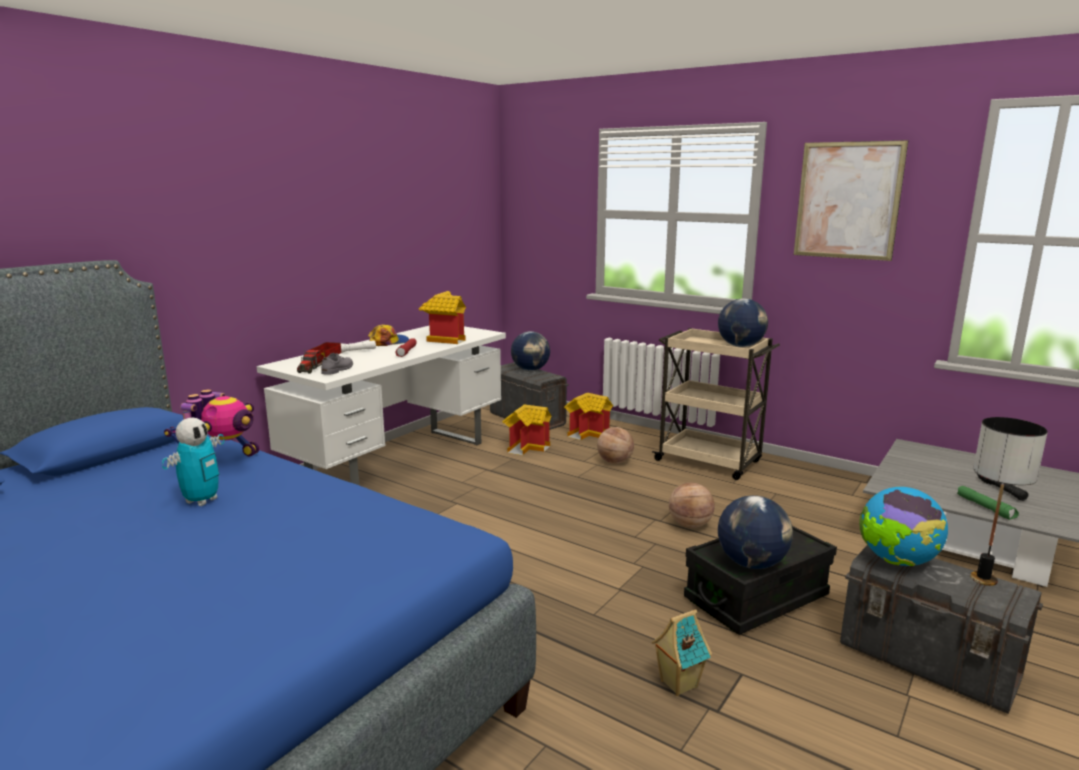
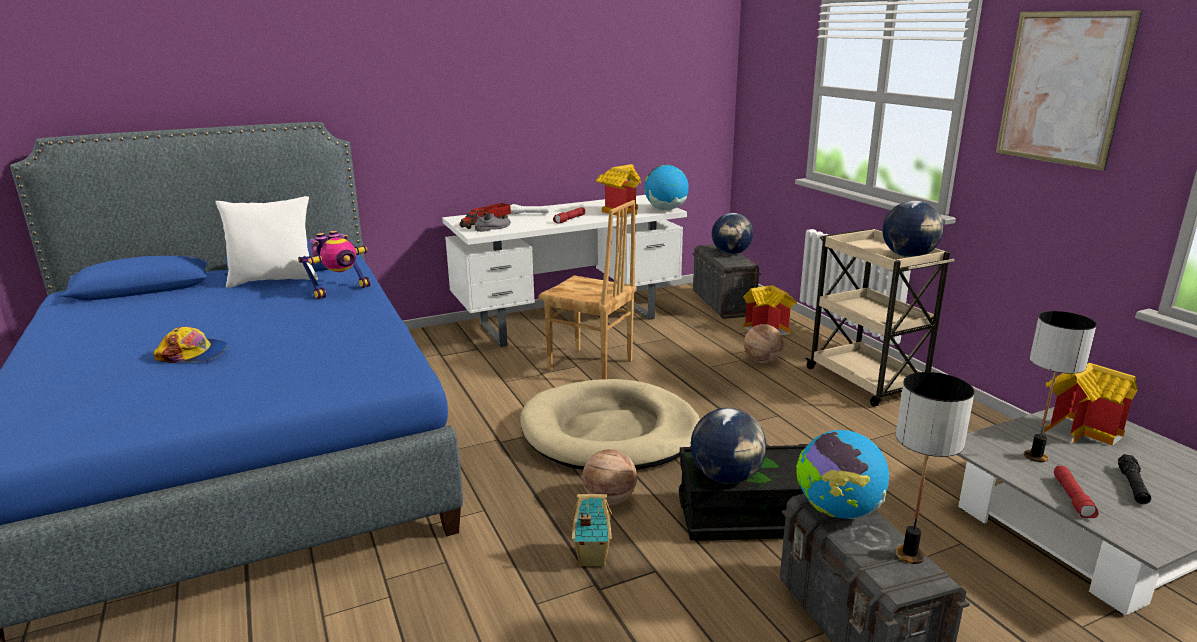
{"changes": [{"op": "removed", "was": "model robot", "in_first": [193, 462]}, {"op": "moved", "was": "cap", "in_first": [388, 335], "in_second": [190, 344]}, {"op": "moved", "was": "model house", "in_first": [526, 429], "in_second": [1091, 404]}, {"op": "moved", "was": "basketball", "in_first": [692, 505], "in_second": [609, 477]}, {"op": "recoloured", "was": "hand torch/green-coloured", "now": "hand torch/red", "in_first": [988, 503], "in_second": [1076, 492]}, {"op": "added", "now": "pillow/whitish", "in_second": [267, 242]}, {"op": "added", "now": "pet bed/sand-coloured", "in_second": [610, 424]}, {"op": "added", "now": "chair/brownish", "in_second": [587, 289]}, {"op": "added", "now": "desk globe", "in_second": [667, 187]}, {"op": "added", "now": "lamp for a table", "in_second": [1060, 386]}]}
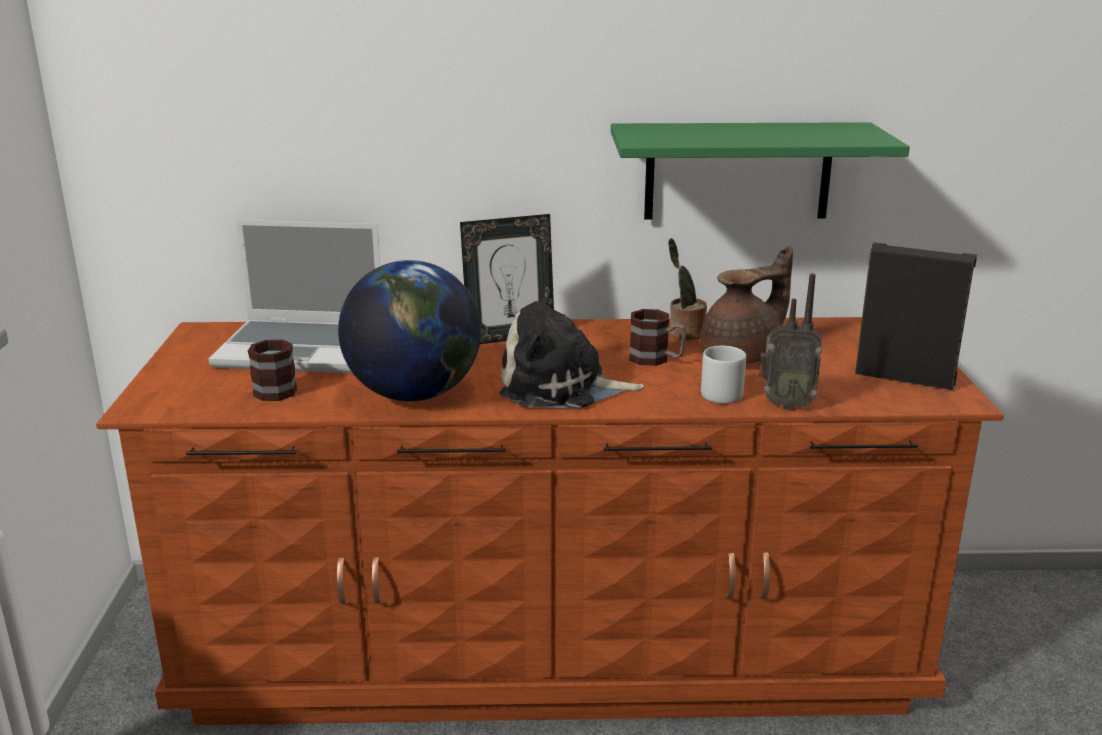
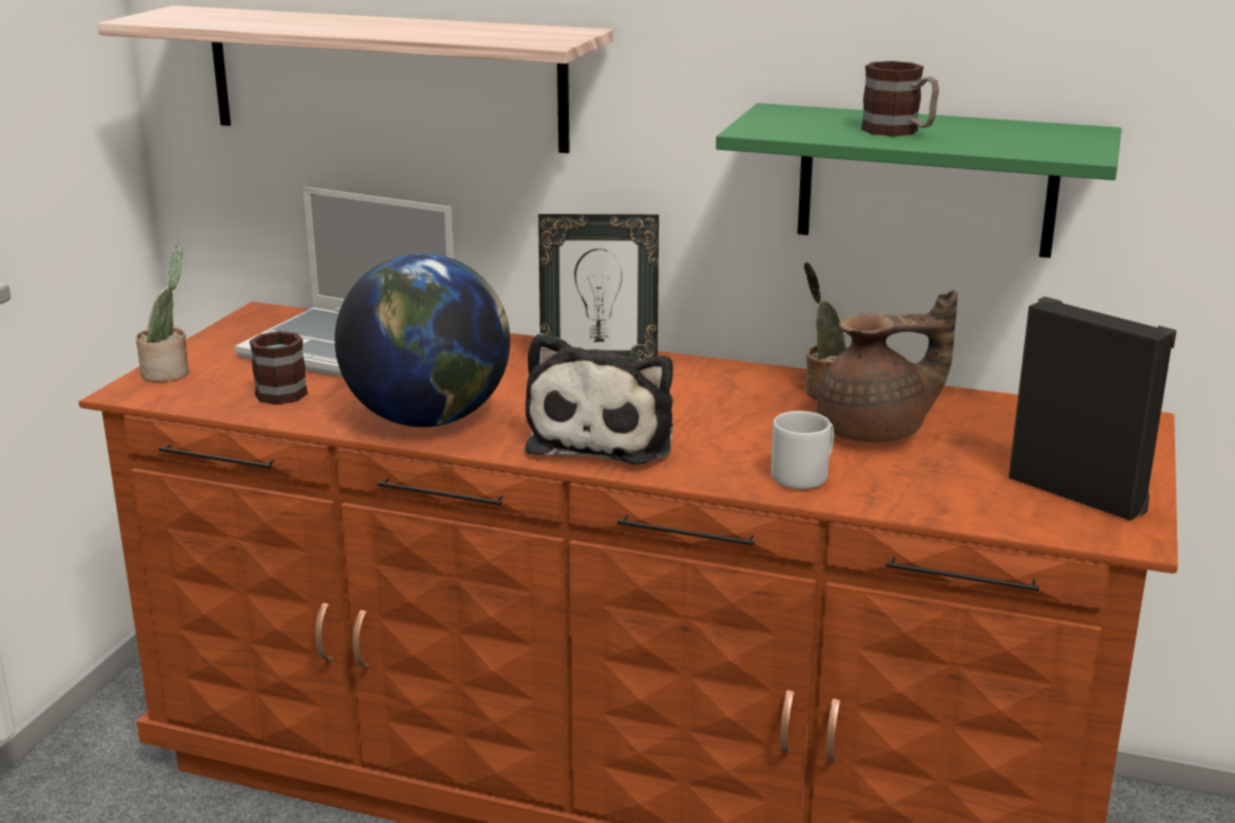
{"changes": [{"op": "turned", "was": "cuddly toy", "in_first": [572, 348], "in_second": [599, 398], "clockwise": -105}, {"op": "moved", "was": "coffee mug", "in_first": [658, 337], "in_second": [900, 98]}, {"op": "removed", "was": "radio set", "in_first": [790, 341]}, {"op": "added", "now": "shelf", "in_second": [355, 79]}, {"op": "added", "now": "plant in a pot", "in_second": [162, 313]}]}
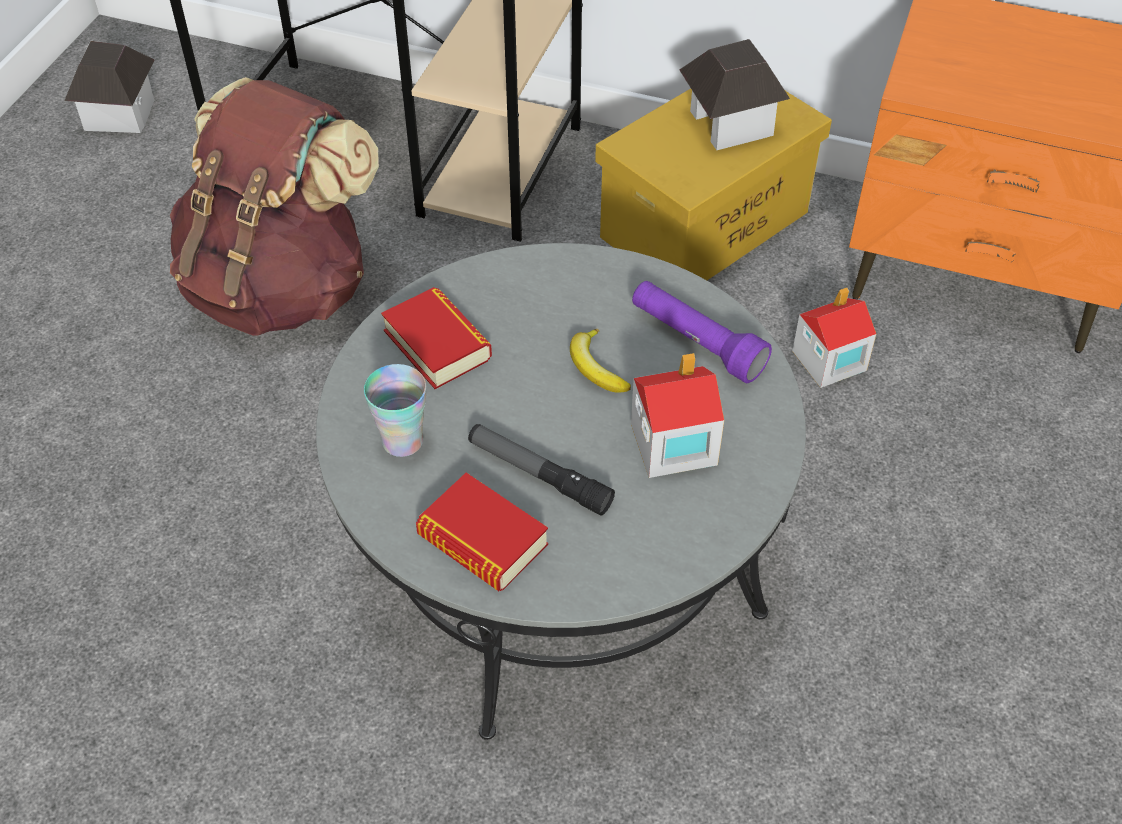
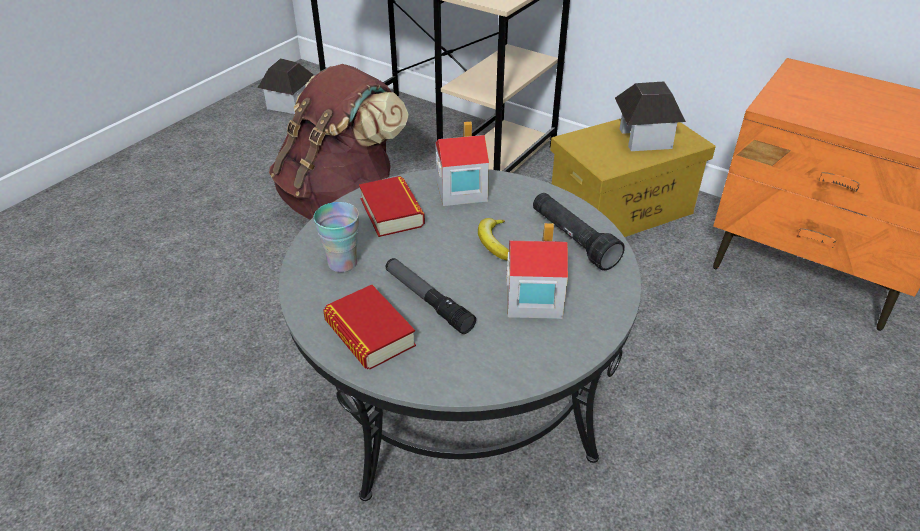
{"changes": [{"op": "recoloured", "was": "hand torch/purple-coloured", "now": "hand torch/blackish", "in_first": [702, 332], "in_second": [579, 232]}, {"op": "moved", "was": "model house", "in_first": [834, 338], "in_second": [462, 164]}]}
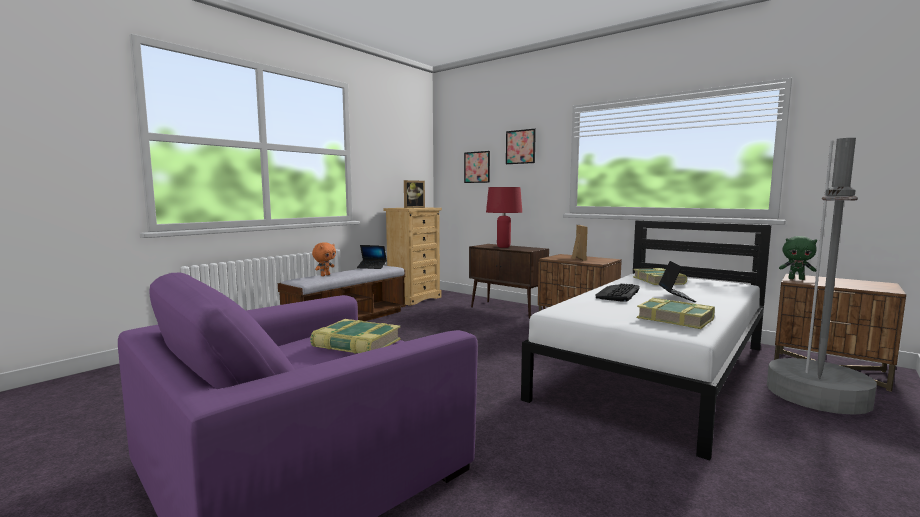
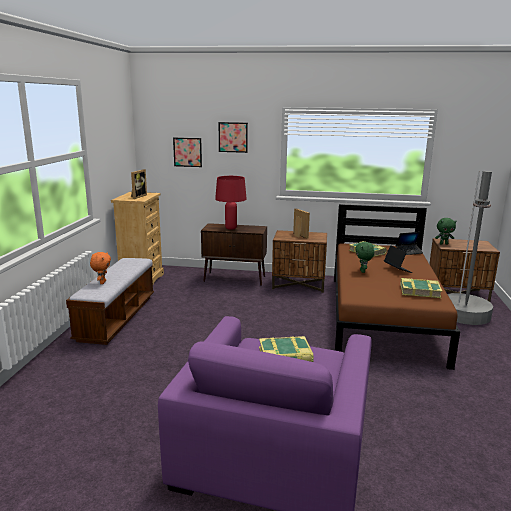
{"changes": [{"op": "moved", "was": "laptop", "in_first": [372, 257], "in_second": [409, 243]}, {"op": "recoloured", "was": "sleeping bed/whitish", "now": "sleeping bed/brownish", "in_first": [646, 340], "in_second": [397, 287]}, {"op": "replaced", "was": "PC keyboard", "now": "cuddly toy/green-coloured", "in_first": [617, 293], "in_second": [364, 257]}]}
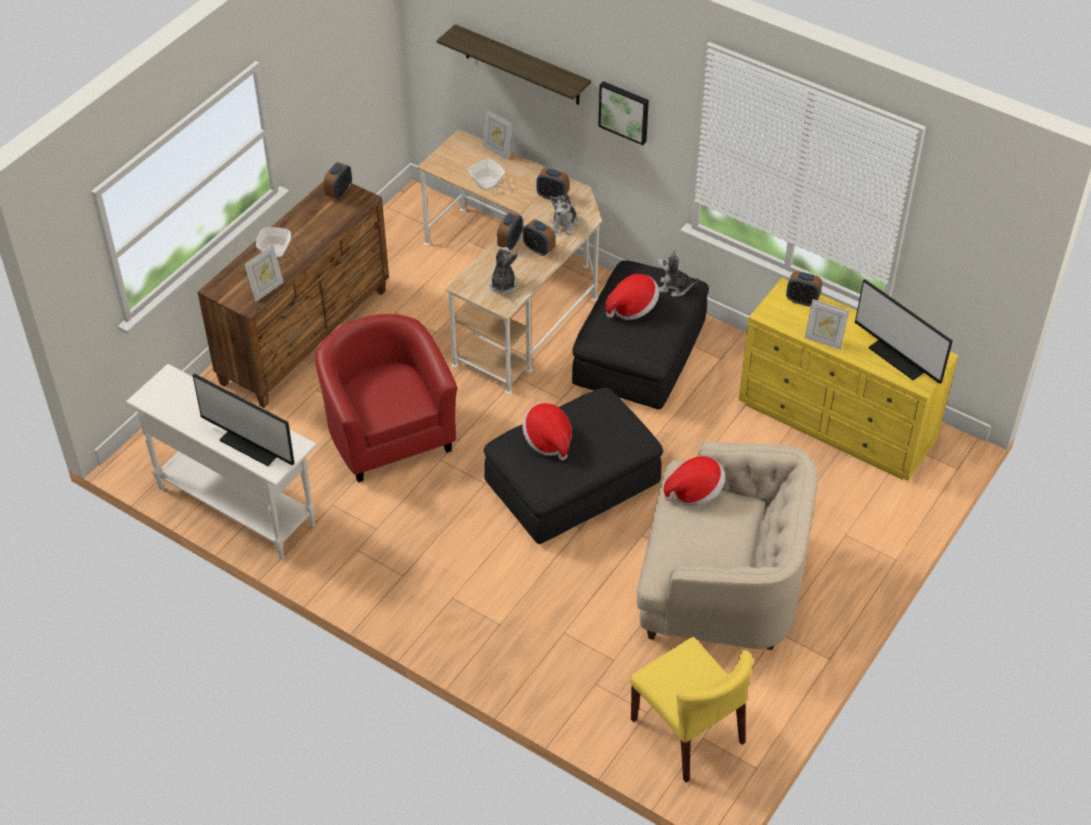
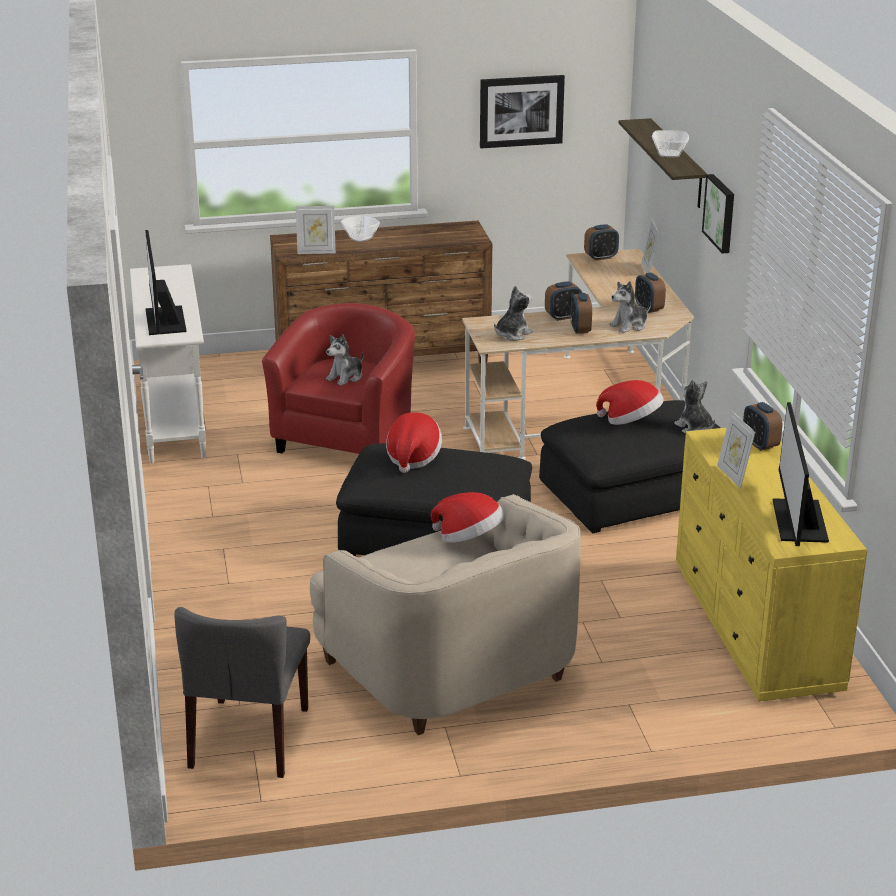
{"changes": [{"op": "moved", "was": "bedside clock", "in_first": [338, 180], "in_second": [601, 242]}, {"op": "moved", "was": "deep dish", "in_first": [486, 174], "in_second": [670, 144]}, {"op": "recoloured", "was": "chair/yellow-coloured", "now": "chair/greyish", "in_first": [691, 709], "in_second": [242, 692]}, {"op": "added", "now": "cuddly toy", "in_second": [345, 360]}, {"op": "added", "now": "wall art", "in_second": [522, 111]}]}
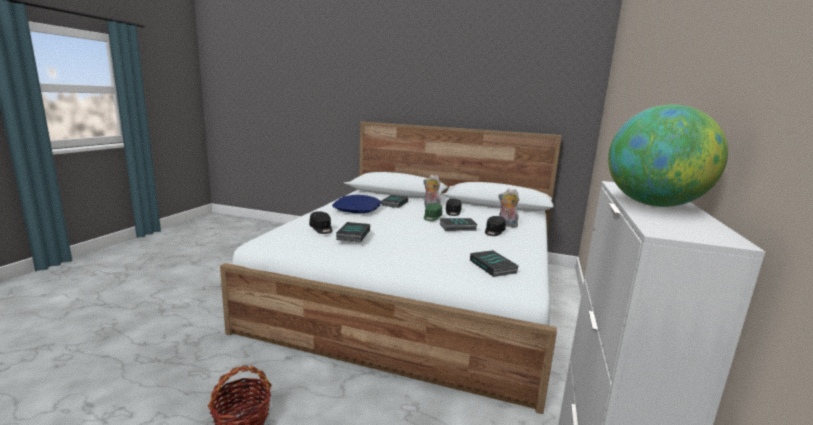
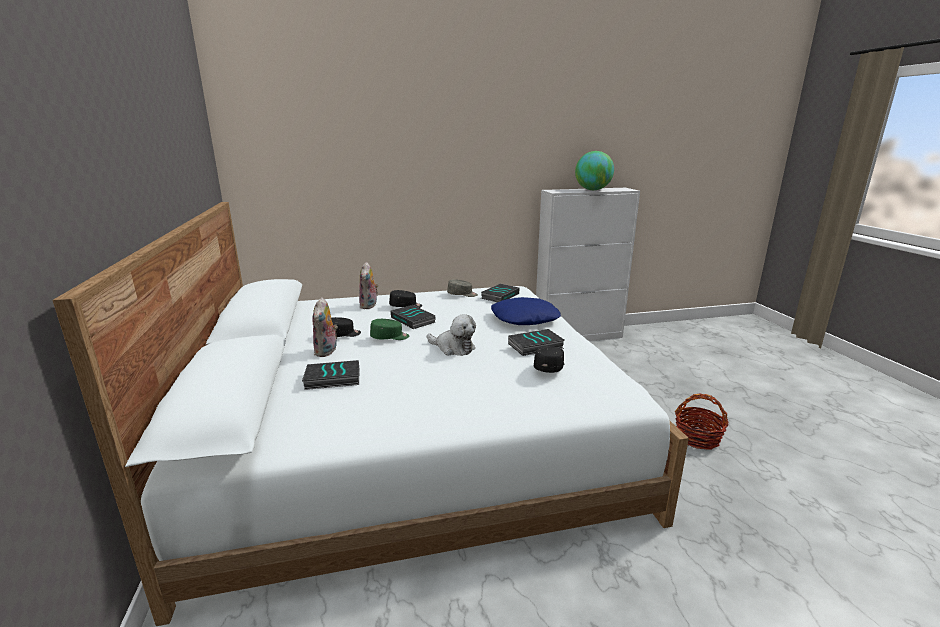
{"changes": [{"op": "moved", "was": "pillow/bluish", "in_first": [357, 204], "in_second": [526, 311]}, {"op": "added", "now": "cuddly toy", "in_second": [451, 335]}, {"op": "added", "now": "cap/greyish", "in_second": [462, 288]}]}
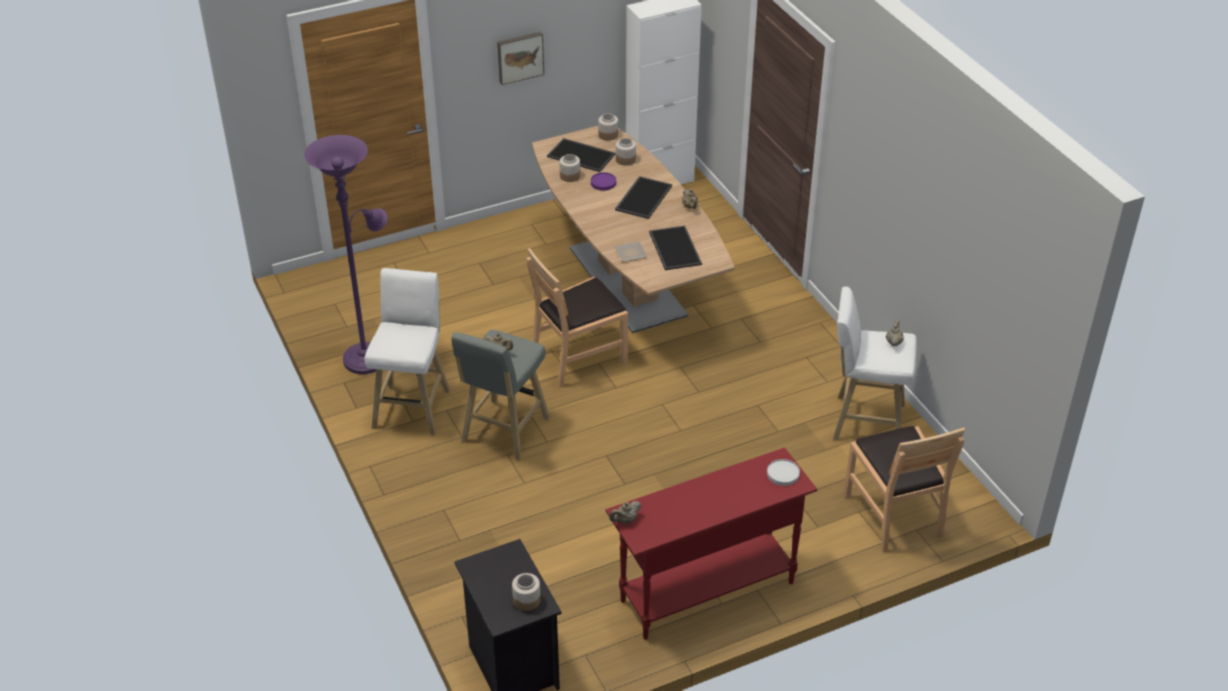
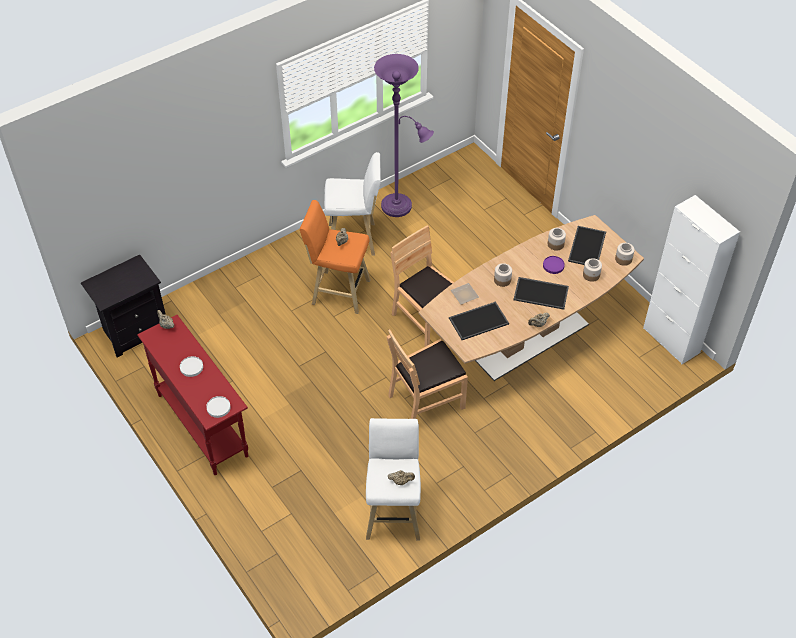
{"changes": [{"op": "recoloured", "was": "stool/greyish", "now": "stool/orangey", "in_first": [501, 395], "in_second": [335, 257]}, {"op": "removed", "was": "wall art", "in_first": [520, 58]}, {"op": "moved", "was": "jar", "in_first": [526, 592], "in_second": [503, 275]}, {"op": "moved", "was": "chair/brownish", "in_first": [904, 489], "in_second": [427, 374]}, {"op": "added", "now": "plate/whitish", "in_second": [191, 366]}]}
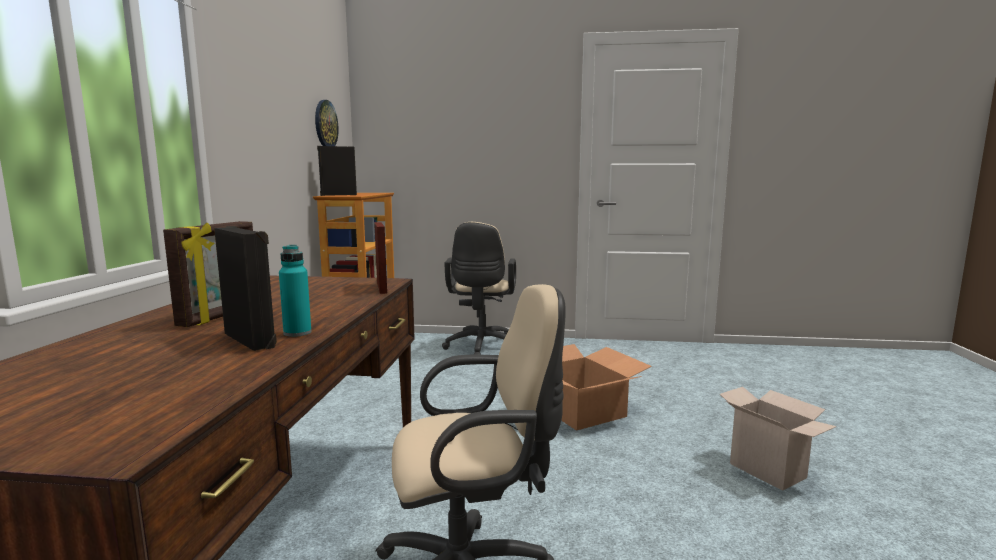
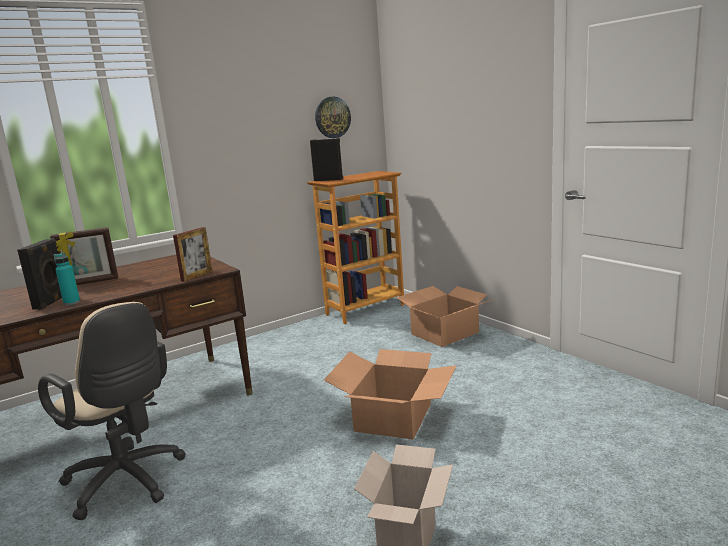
{"changes": [{"op": "replaced", "was": "office chair/sand-coloured", "now": "cardboard box", "in_first": [479, 288], "in_second": [445, 316]}]}
